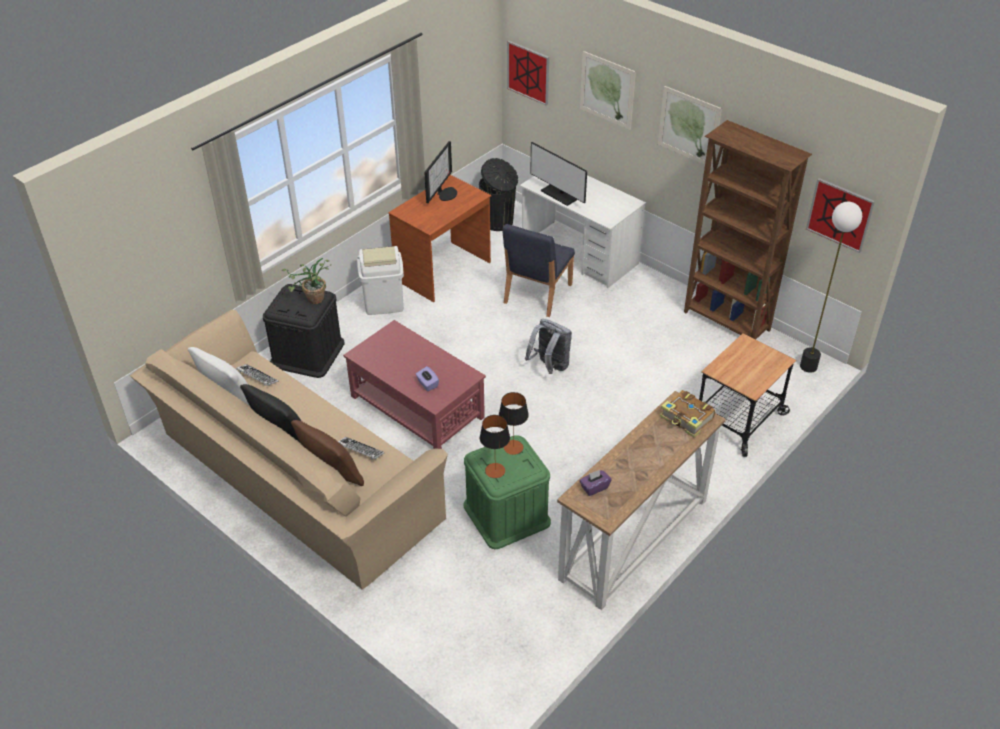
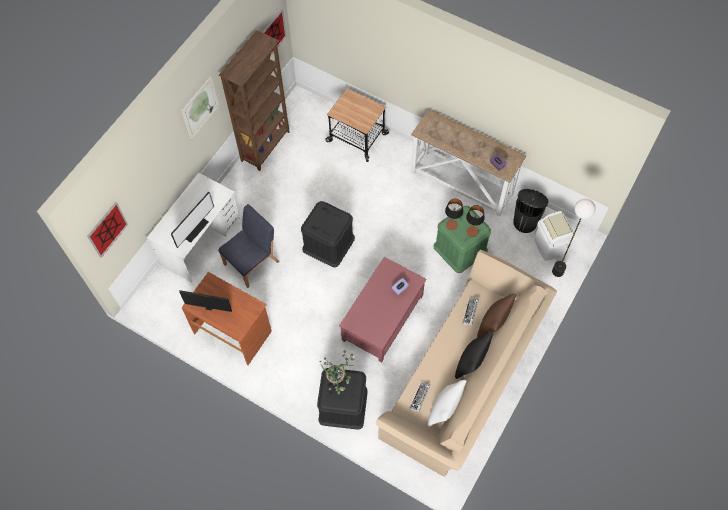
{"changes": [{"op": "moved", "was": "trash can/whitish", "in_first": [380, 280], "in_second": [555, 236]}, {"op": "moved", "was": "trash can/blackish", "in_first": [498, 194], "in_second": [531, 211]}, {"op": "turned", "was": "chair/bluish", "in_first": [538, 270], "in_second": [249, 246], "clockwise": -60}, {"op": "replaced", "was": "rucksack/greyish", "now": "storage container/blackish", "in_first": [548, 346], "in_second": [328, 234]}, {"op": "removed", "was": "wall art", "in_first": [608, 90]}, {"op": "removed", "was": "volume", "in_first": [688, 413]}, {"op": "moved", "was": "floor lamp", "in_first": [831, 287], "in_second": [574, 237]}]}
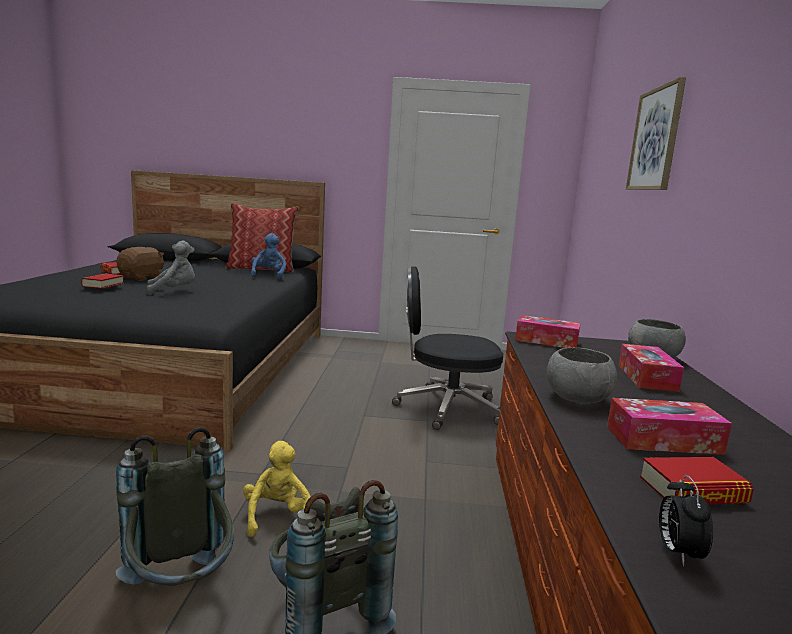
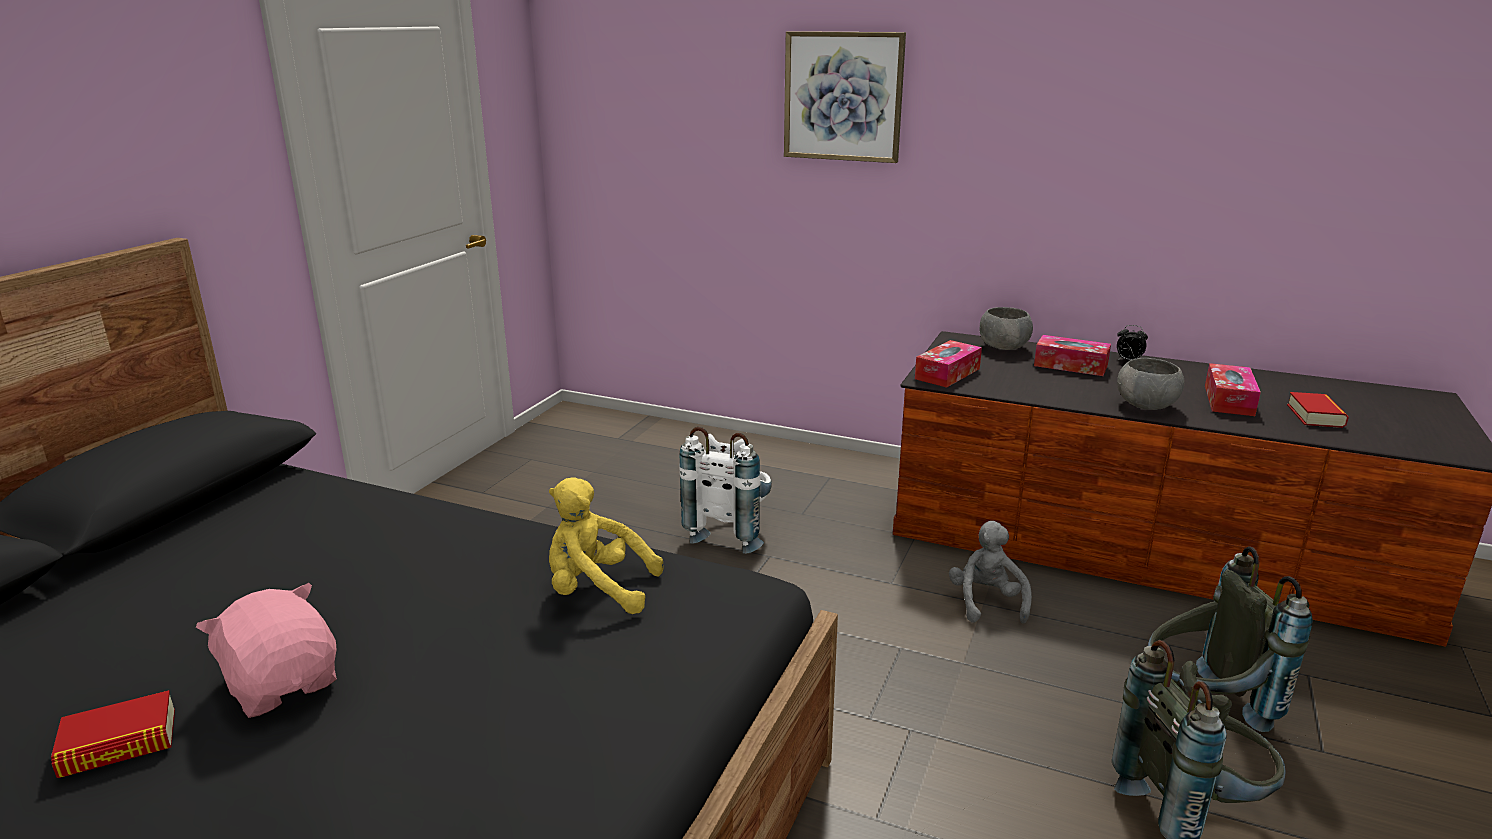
{"changes": [{"op": "removed", "was": "volume", "in_first": [102, 281]}, {"op": "recoloured", "was": "cuddly toy/brownish", "now": "cuddly toy/pink-coloured", "in_first": [140, 264], "in_second": [266, 650]}, {"op": "moved", "was": "cuddly toy/greyish", "in_first": [170, 268], "in_second": [990, 572]}, {"op": "removed", "was": "pillow", "in_first": [262, 238]}, {"op": "moved", "was": "cuddly toy/yellow-coloured", "in_first": [277, 489], "in_second": [606, 545]}, {"op": "removed", "was": "cuddly toy/bluish", "in_first": [268, 256]}, {"op": "replaced", "was": "office chair/blackish", "now": "rucksack/whitish", "in_first": [447, 348], "in_second": [725, 490]}, {"op": "moved", "was": "bedside clock", "in_first": [686, 520], "in_second": [1132, 342]}]}
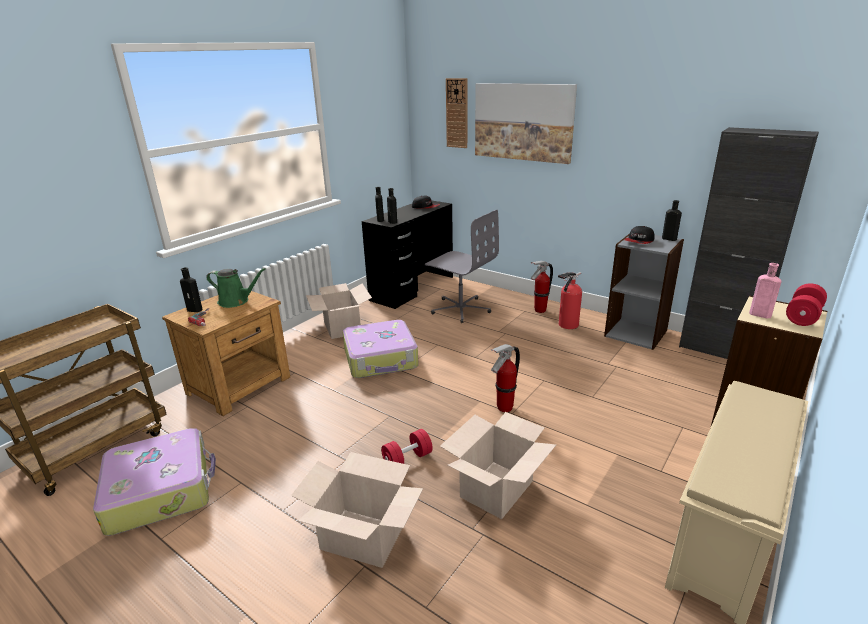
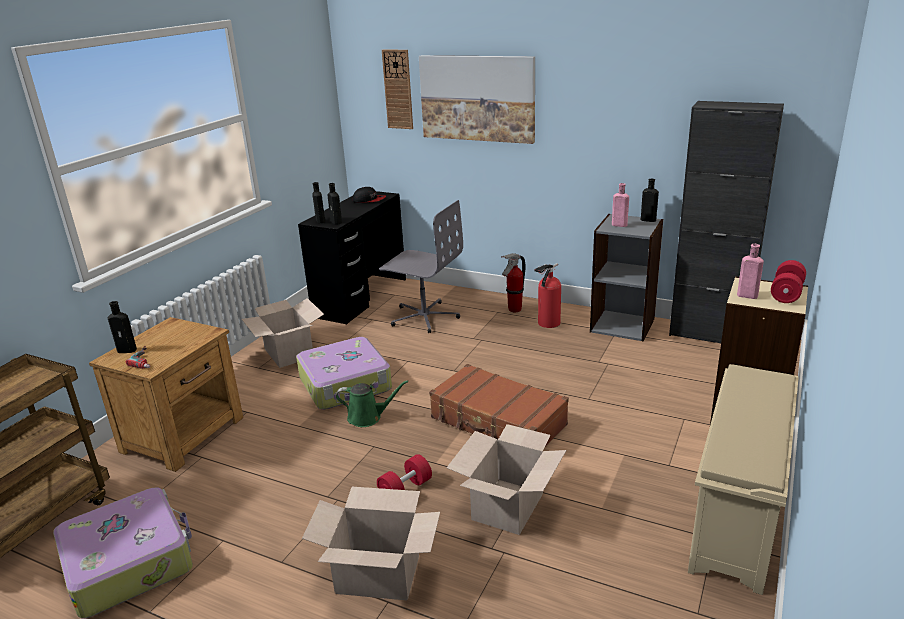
{"changes": [{"op": "moved", "was": "sprinkling can/green-coloured", "in_first": [236, 288], "in_second": [372, 403]}, {"op": "replaced", "was": "fire extinguisher", "now": "suitcase/brownish", "in_first": [505, 378], "in_second": [499, 405]}, {"op": "replaced", "was": "cap", "now": "bottle/pink-coloured", "in_first": [639, 235], "in_second": [620, 205]}]}
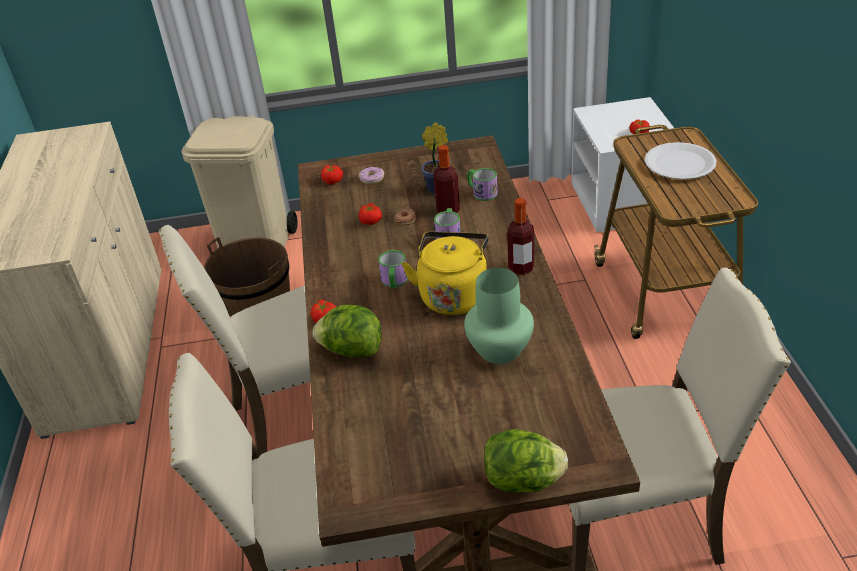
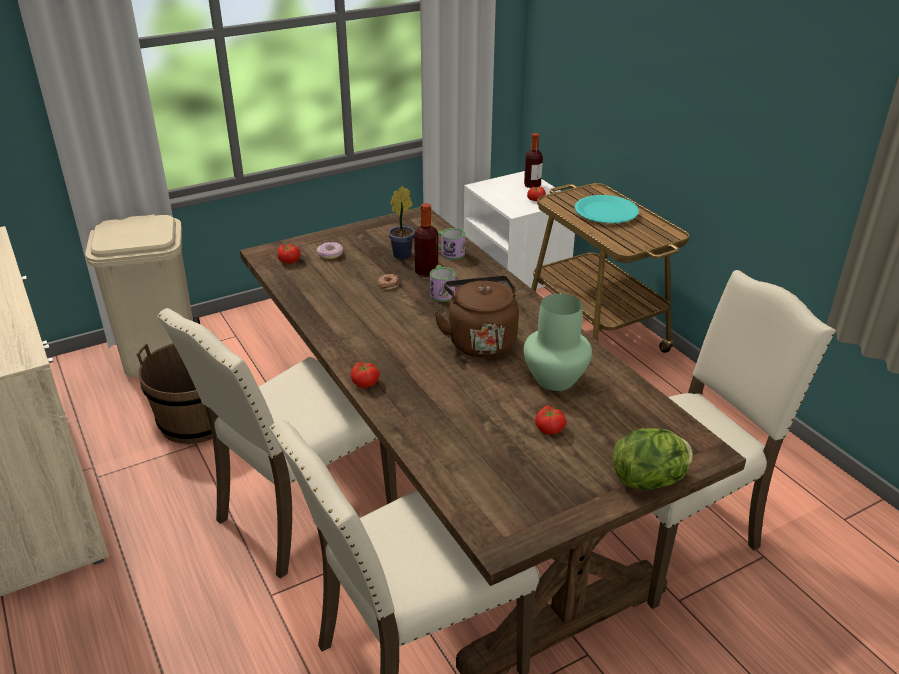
{"changes": [{"op": "removed", "was": "head of lettuce", "in_first": [347, 331]}, {"op": "moved", "was": "whole tomato", "in_first": [370, 214], "in_second": [551, 420]}, {"op": "removed", "was": "coffee mug", "in_first": [393, 269]}, {"op": "recoloured", "was": "kettle/yellow-coloured", "now": "kettle/brownish", "in_first": [445, 273], "in_second": [476, 317]}, {"op": "moved", "was": "bottle", "in_first": [520, 236], "in_second": [533, 160]}, {"op": "recoloured", "was": "plate/whitish", "now": "plate/blue-green", "in_first": [681, 161], "in_second": [607, 209]}]}
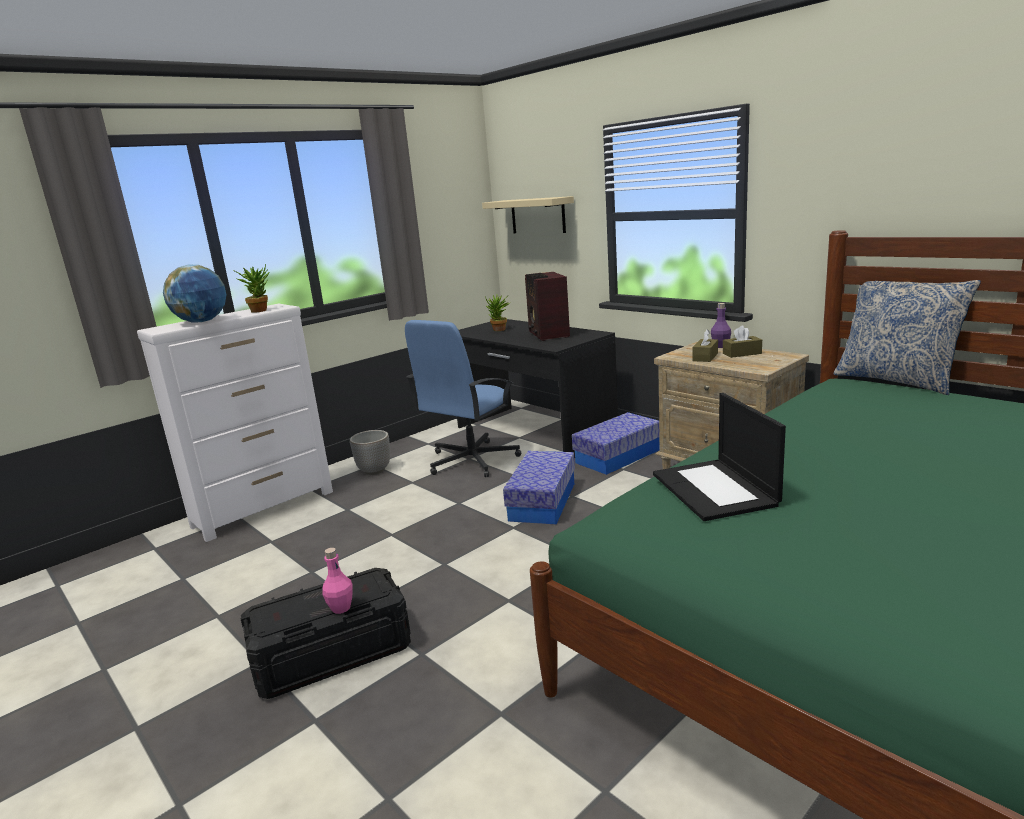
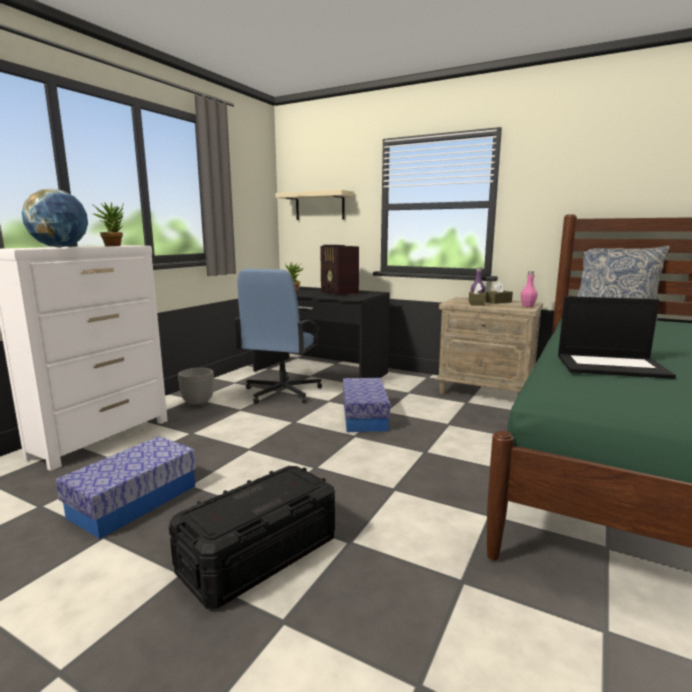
{"changes": [{"op": "moved", "was": "bottle/pink-coloured", "in_first": [337, 581], "in_second": [529, 289]}, {"op": "moved", "was": "storage container", "in_first": [615, 443], "in_second": [126, 487]}, {"op": "turned", "was": "laptop", "in_first": [719, 457], "in_second": [617, 337], "clockwise": -45}]}
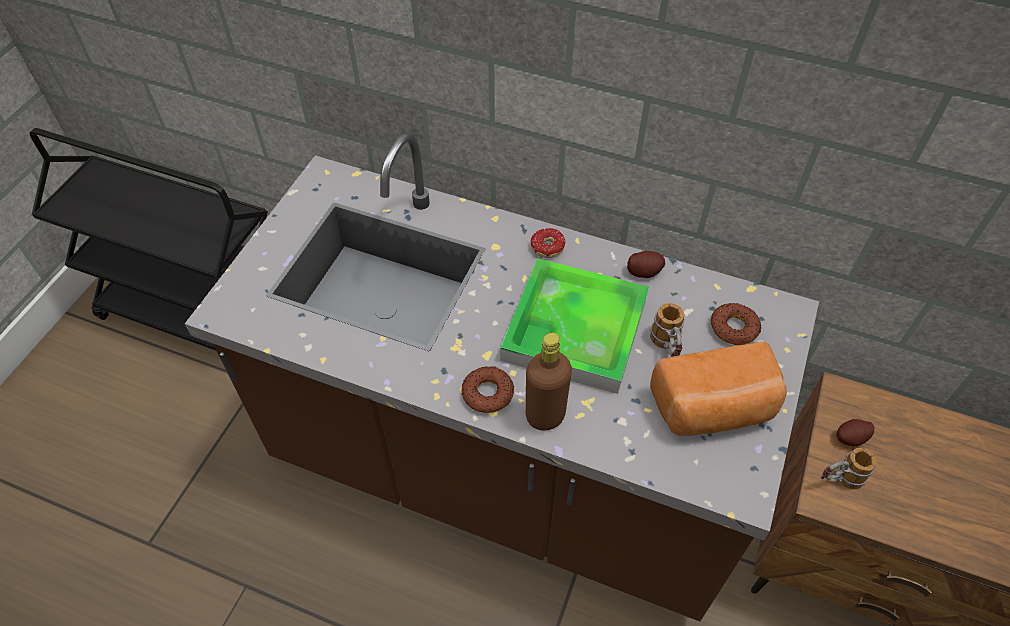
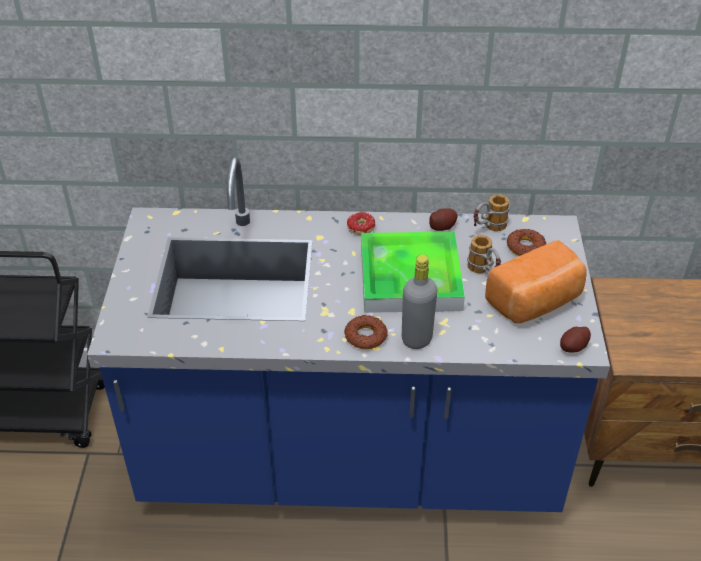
{"changes": [{"op": "recoloured", "was": "kitchen base unit/brownish", "now": "kitchen base unit/bluish", "in_first": [502, 376], "in_second": [348, 334]}, {"op": "recoloured", "was": "bottle/brownish", "now": "bottle/greyish", "in_first": [549, 382], "in_second": [419, 301]}, {"op": "moved", "was": "coffee mug", "in_first": [849, 468], "in_second": [492, 212]}, {"op": "moved", "was": "potato", "in_first": [855, 432], "in_second": [575, 339]}]}
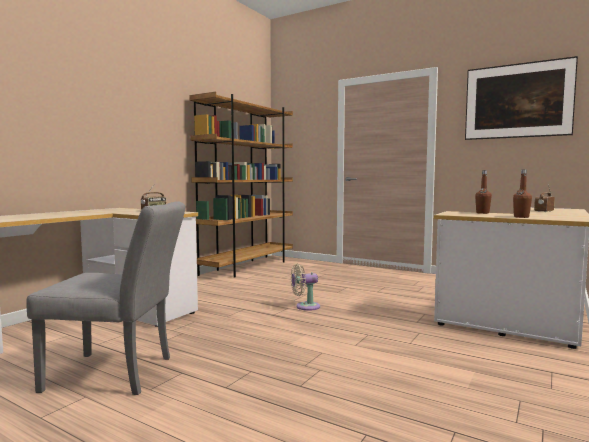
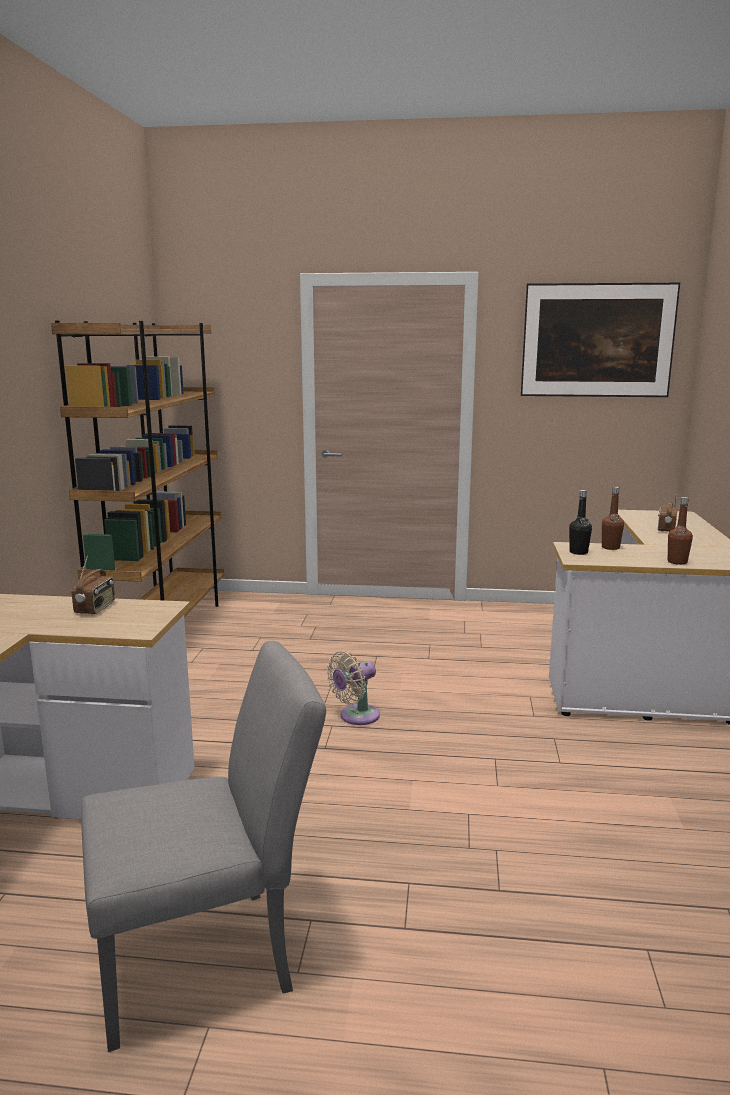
{"changes": [{"op": "added", "now": "bottle/blackish", "in_second": [580, 522]}]}
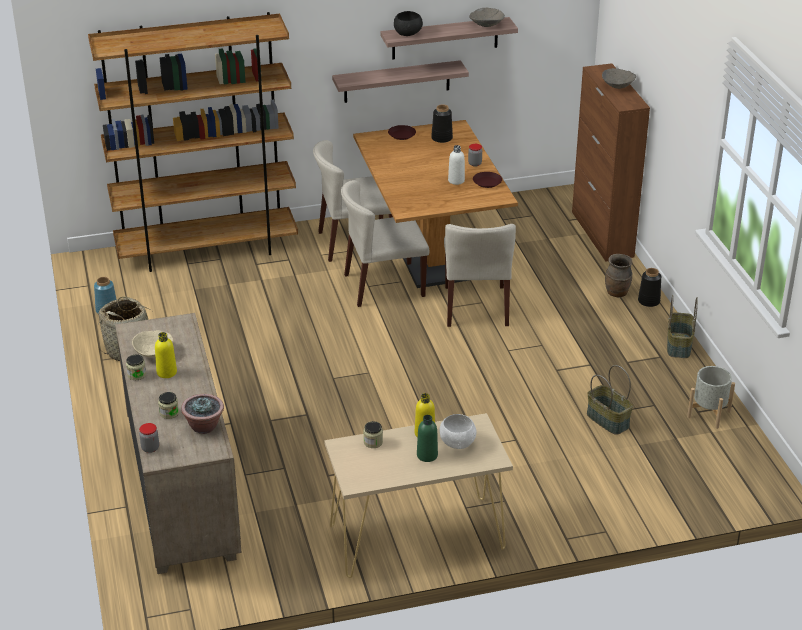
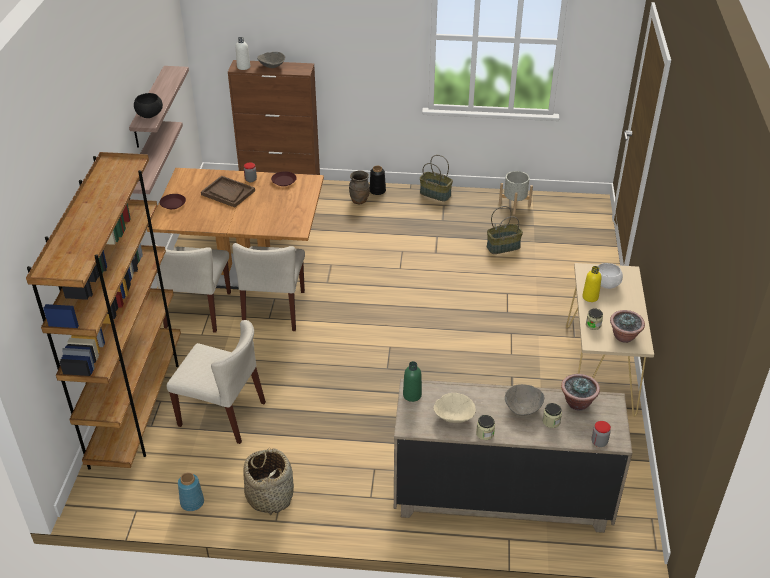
{"changes": [{"op": "removed", "was": "bottle/yellow-coloured", "in_first": [166, 355]}, {"op": "moved", "was": "bottle/green-coloured", "in_first": [427, 438], "in_second": [412, 381]}, {"op": "removed", "was": "decorative vase/blackish", "in_first": [442, 123]}, {"op": "moved", "was": "chair/sand-coloured", "in_first": [480, 275], "in_second": [216, 382]}, {"op": "moved", "was": "bottle/whitish", "in_first": [456, 165], "in_second": [243, 53]}, {"op": "moved", "was": "deep dish/greyish", "in_first": [487, 17], "in_second": [524, 400]}, {"op": "added", "now": "tray/brownish", "in_second": [228, 191]}, {"op": "added", "now": "plant in a pot", "in_second": [627, 326]}]}
